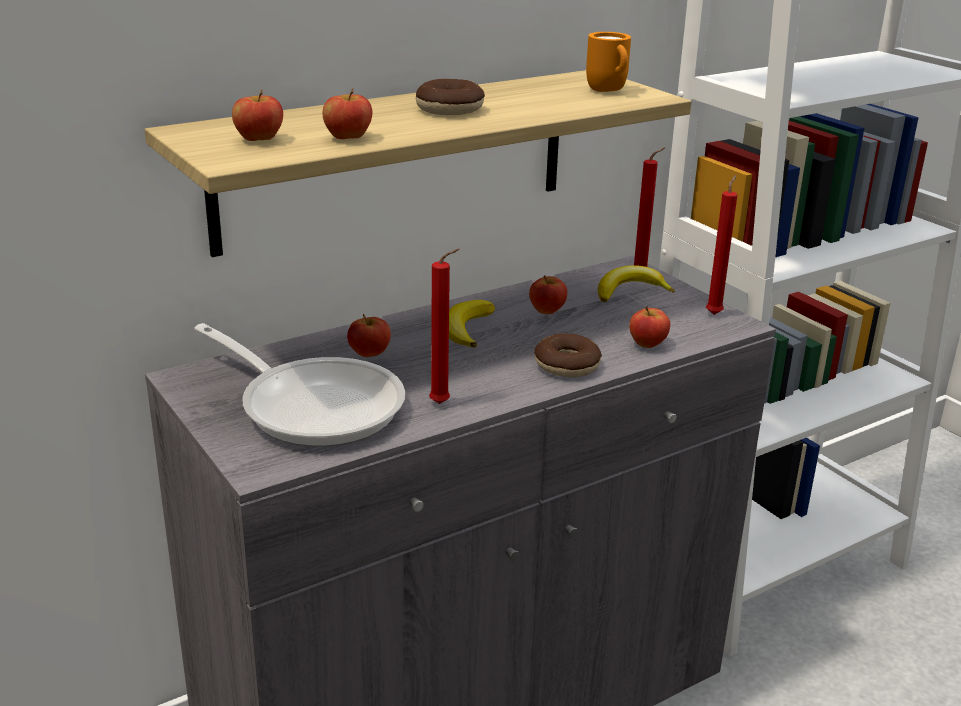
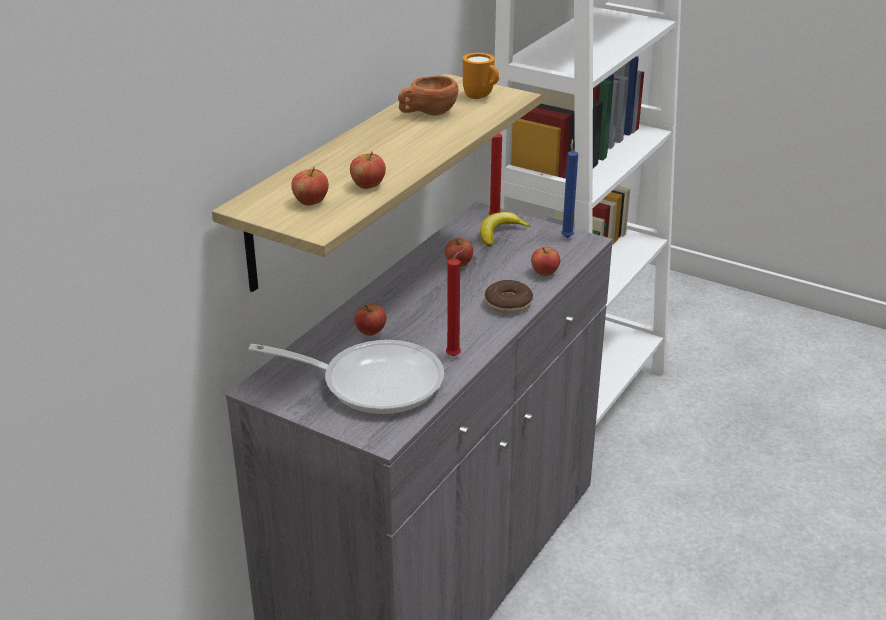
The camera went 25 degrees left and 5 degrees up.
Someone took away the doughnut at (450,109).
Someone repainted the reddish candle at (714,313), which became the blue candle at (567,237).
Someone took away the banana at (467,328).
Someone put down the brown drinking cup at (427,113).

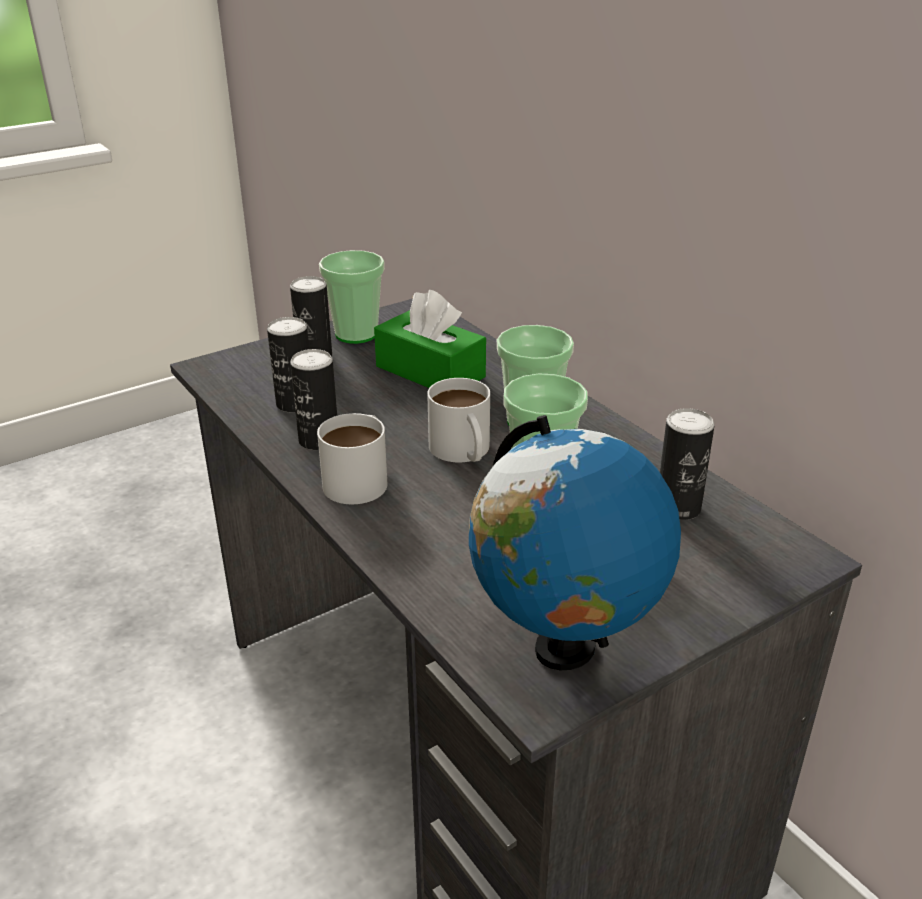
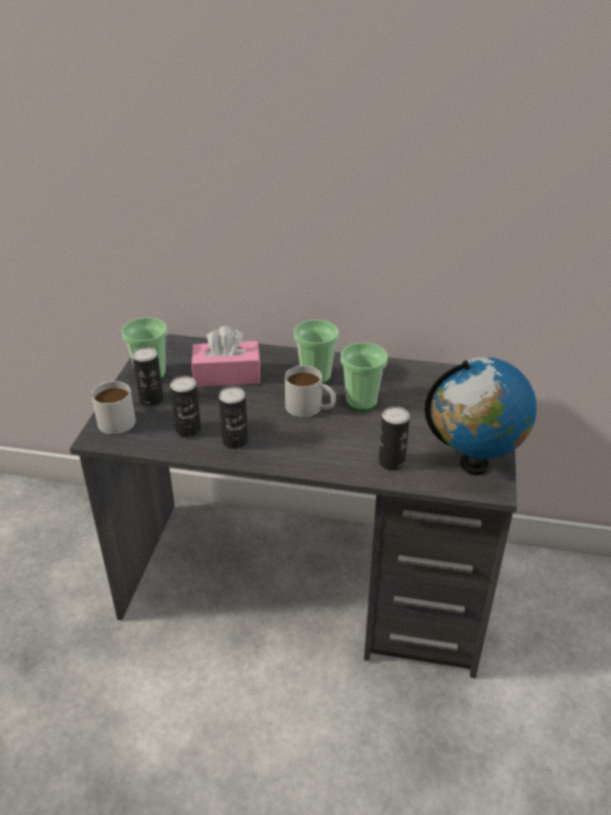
The camera went 45 degrees left and 5 degrees up.
Someone repainted the green-coloured box of tissues at (430,372), which became the pink-coloured box of tissues at (227,375).
Someone carried the metal can from (678,508) to (391,462).
Someone carried the white-coloured coffee mug from (360,478) to (114,418).

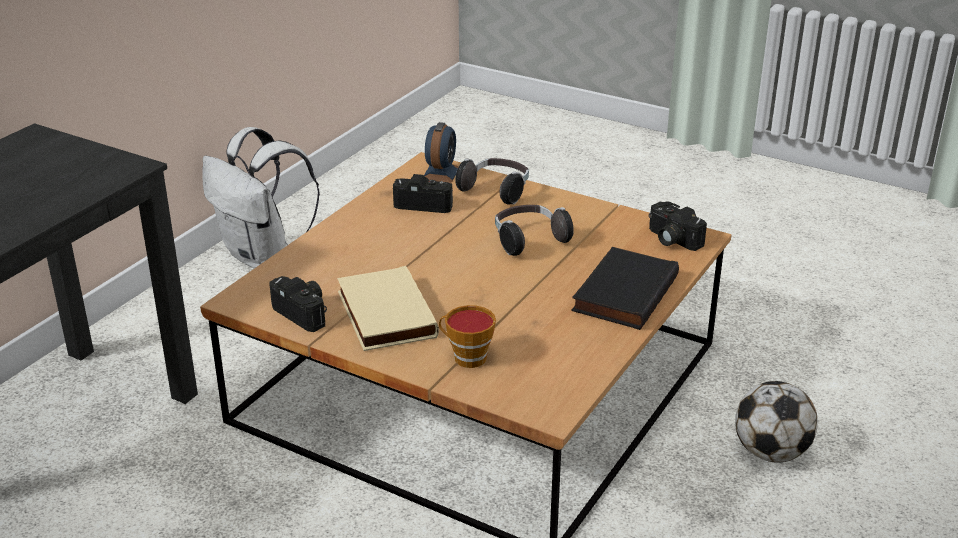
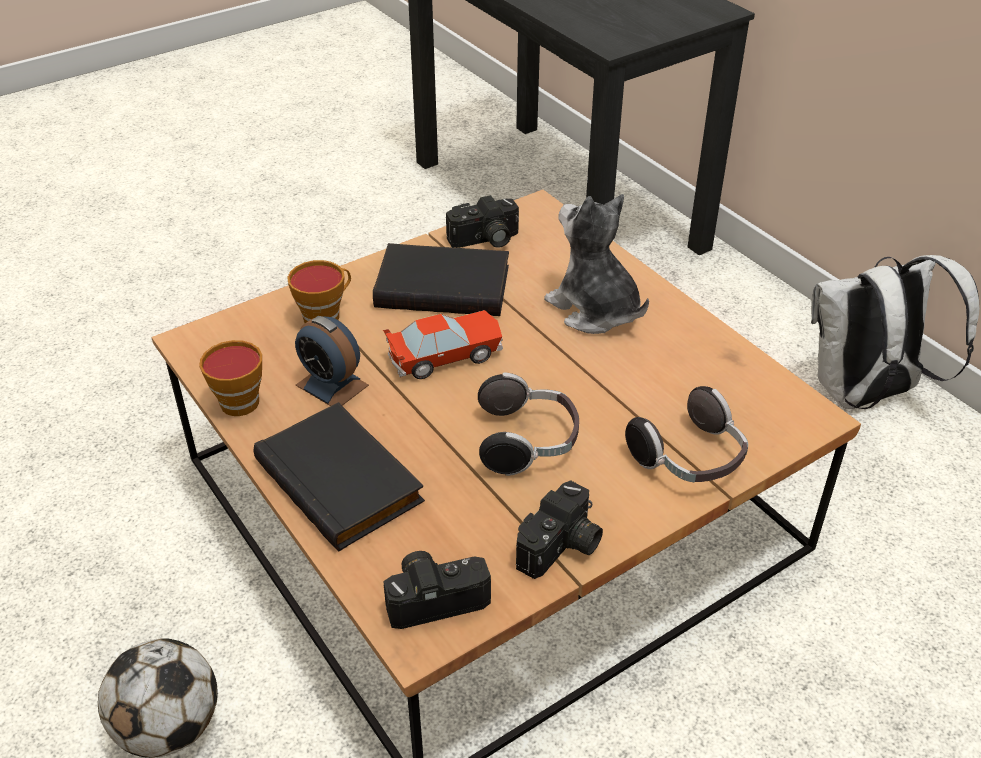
The camera went 115 degrees right and 10 degrees up.
Someone carried the alarm clock from (441,174) to (332,385).
Someone carried the photo camera from (424,203) to (561,548).
Someone repainted the beige book at (383,314), which became the black-coloured book at (444,285).
Someone put down the plush toy at (594,310).
Someone put down the miniature car at (446,355).
Someone put down the drinking cup at (237,399).

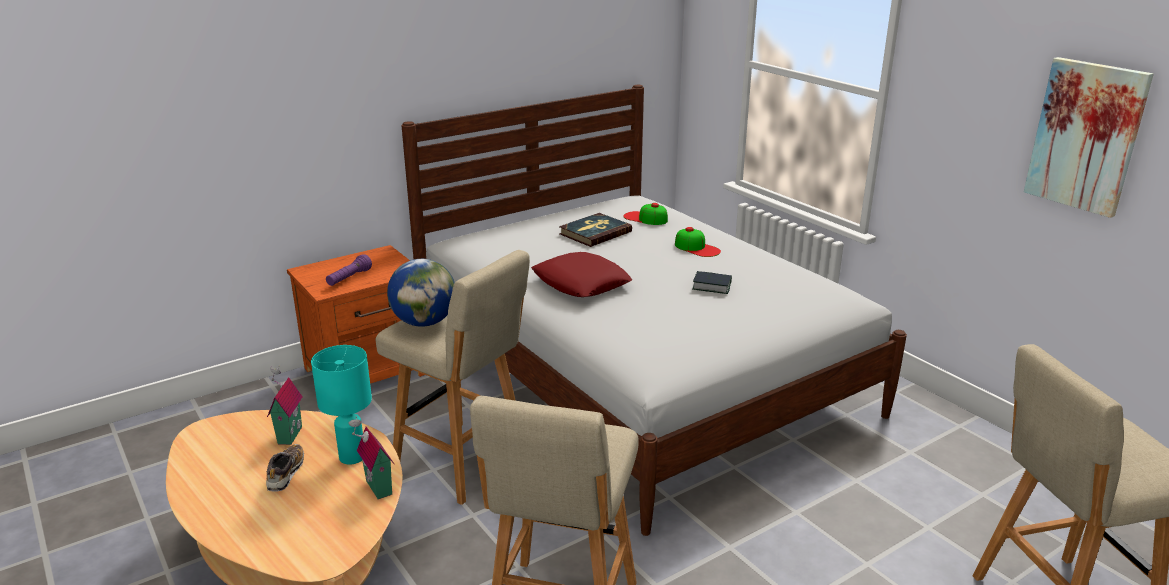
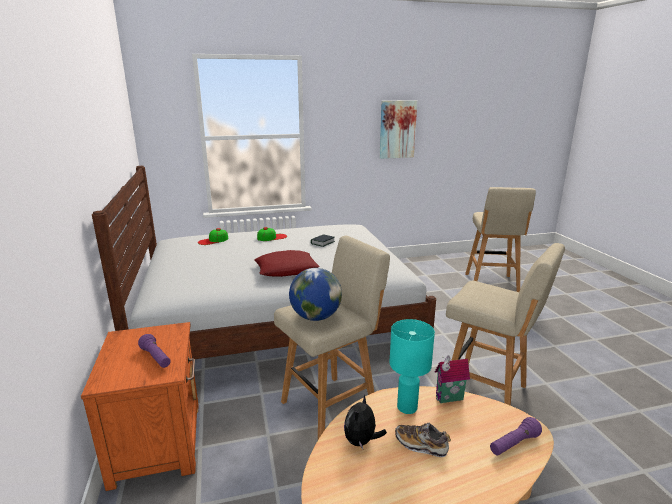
The camera went 70 degrees left and 5 degrees down.
Someone took away the book at (595,233).
Someone swapped the toy house at (288,435) for the plush toy at (361,441).
Someone put down the purplish torch at (513,444).

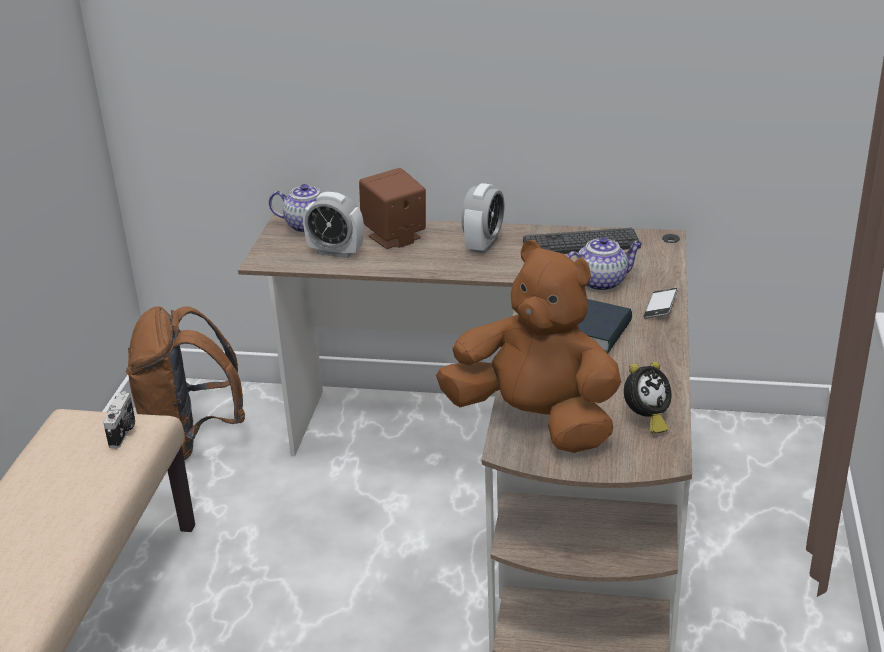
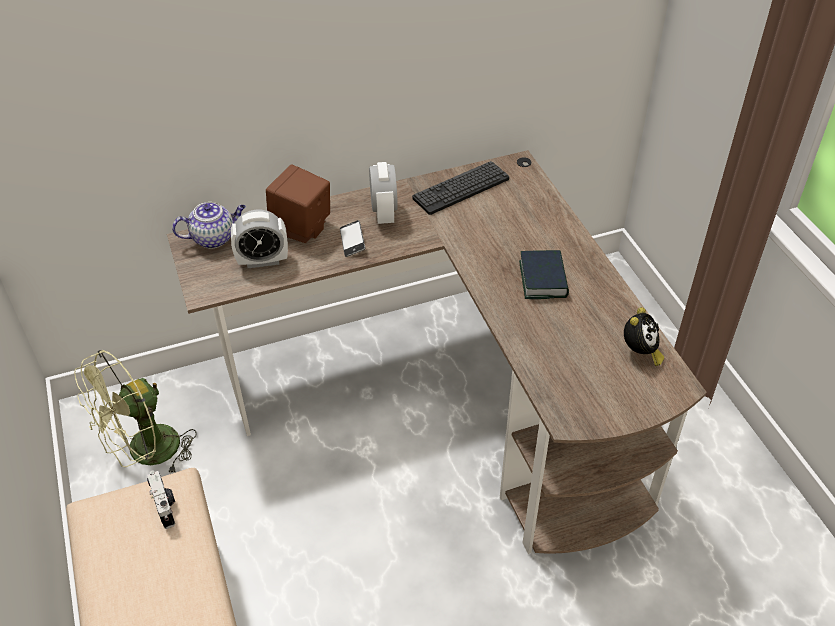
The camera went 30 degrees left and 15 degrees up.
Someone took away the teapot at (602,282).
Someone took away the brown plush toy at (535,421).
Someone carried the phone from (660,307) to (352,241).
Someone swapped the brown rucksack at (191,440) for the green-coloured electric fan at (145,454).

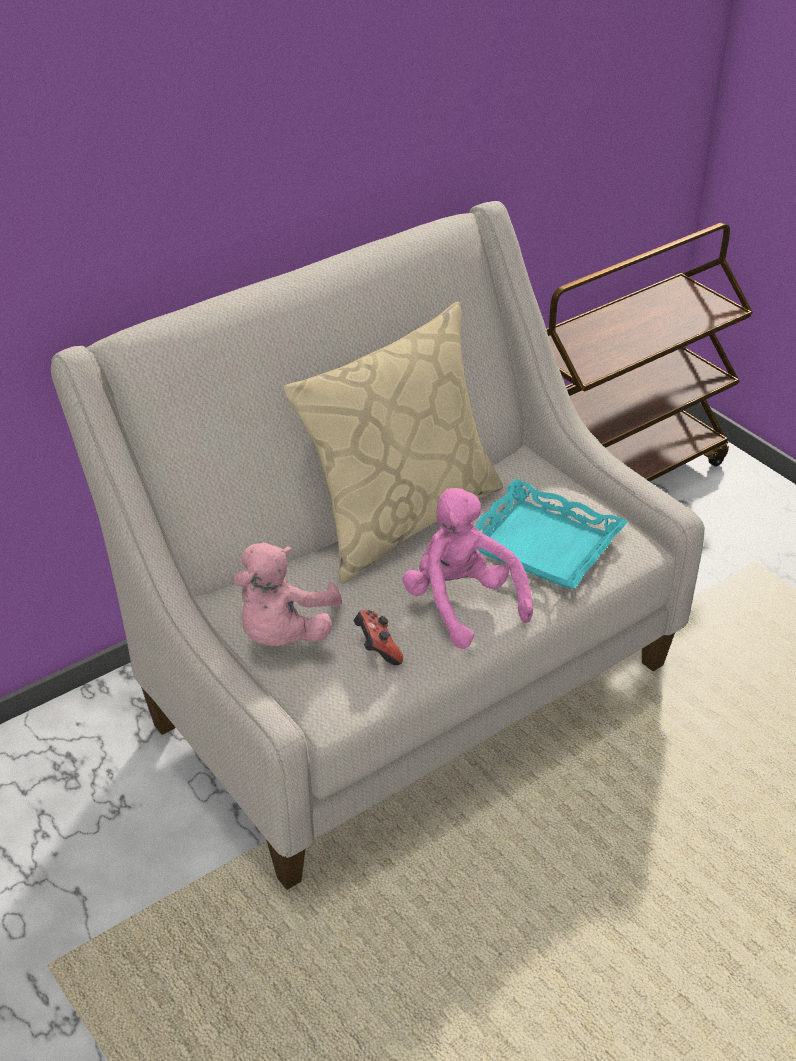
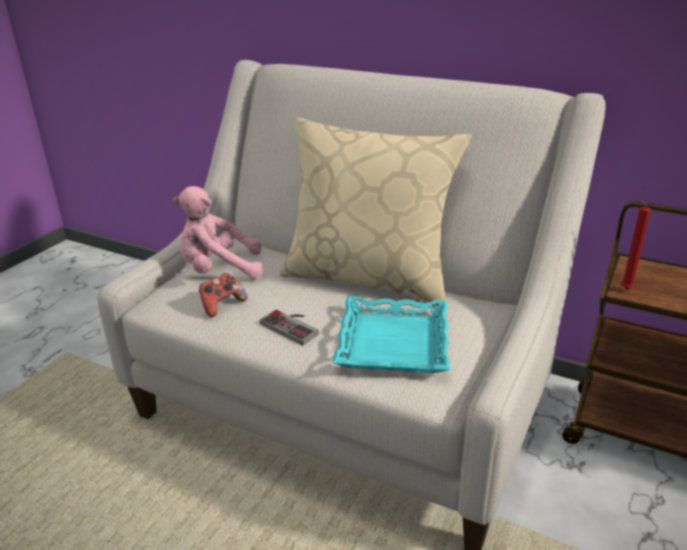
The camera went 65 degrees right and 10 degrees down.
Someone swapped the pink-coloured plush toy at (461,604) for the gamepad at (294,326).
Someone put down the reddish candle at (624,290).

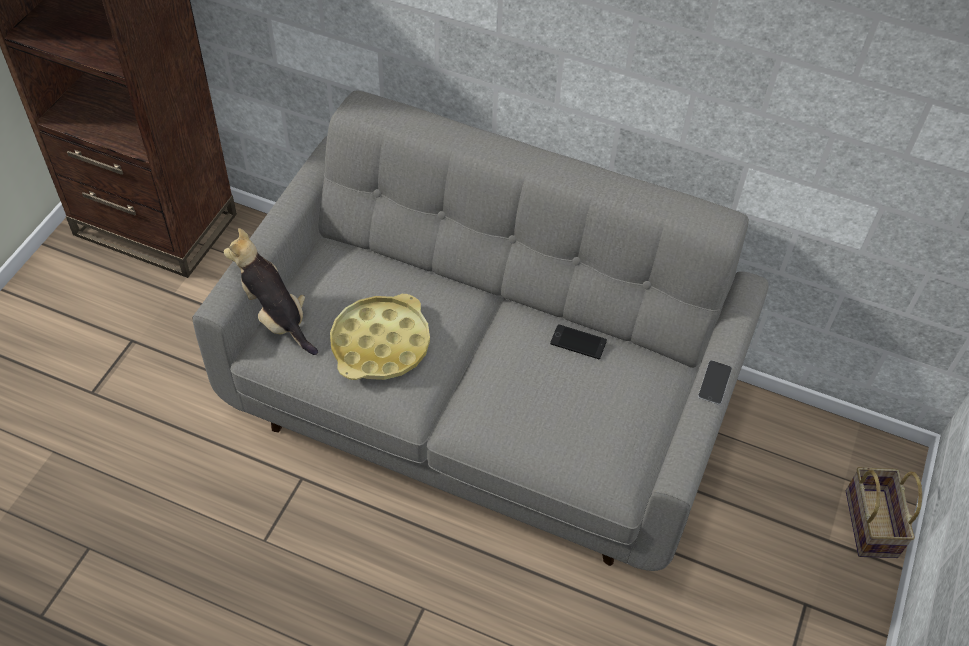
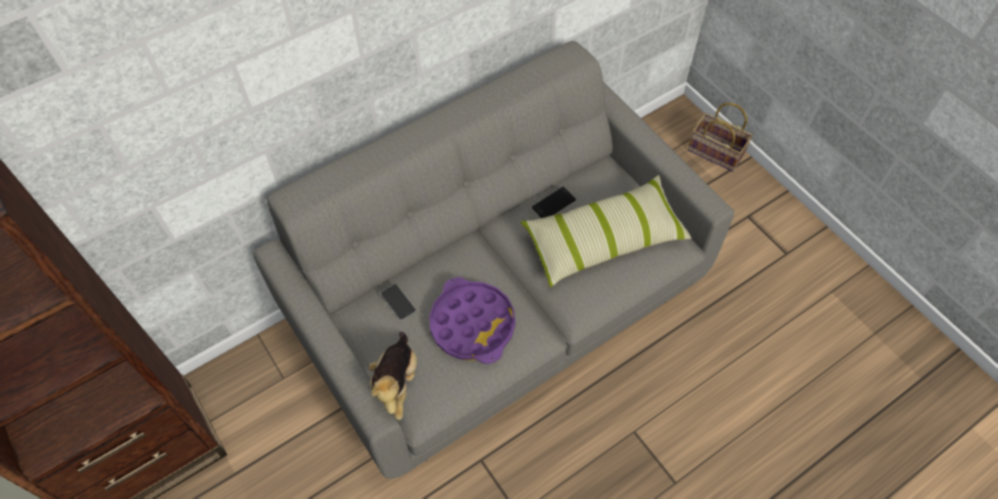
The camera went 55 degrees left and 5 degrees up.
Someone rotated the plush toy at (276,317) by 75 degrees counterclockwise.
Someone repainted the yellow tray at (380,344), which became the purplish tray at (472,324).
Someone carried the phone from (714,382) to (398,302).
Someone put down the pillow at (604,240).

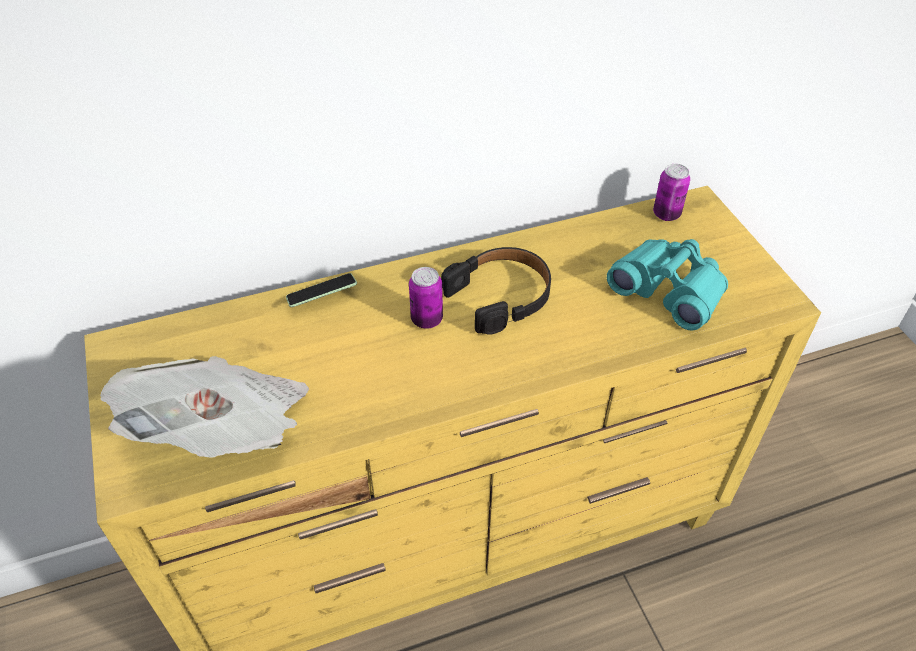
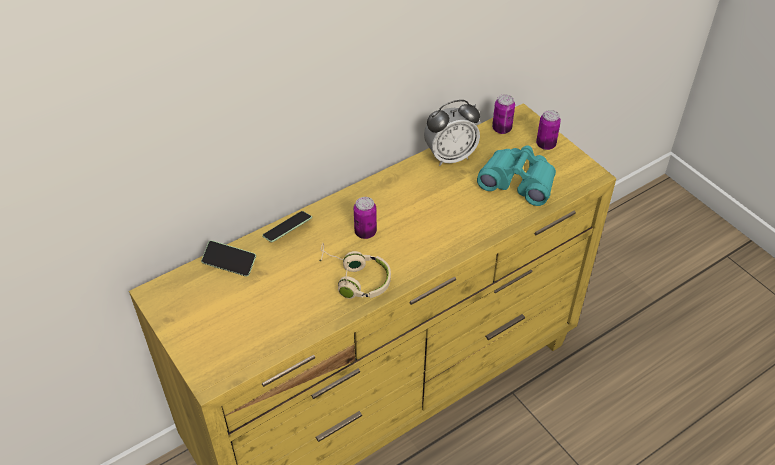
The camera went 15 degrees left and 0 degrees up.
Someone took away the black-coloured headset at (500,296).
Someone took away the printed paper at (225,430).
Someone put down the alarm clock at (450,156).
Someone put down the metal can at (546,144).
Someone put down the phone at (229,263).
Someone put down the beige headset at (354,278).

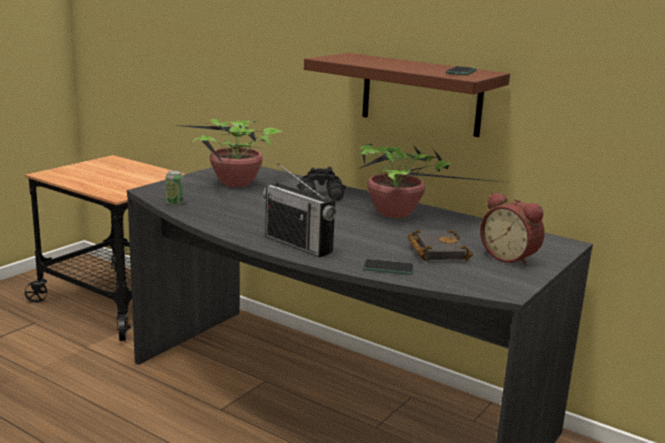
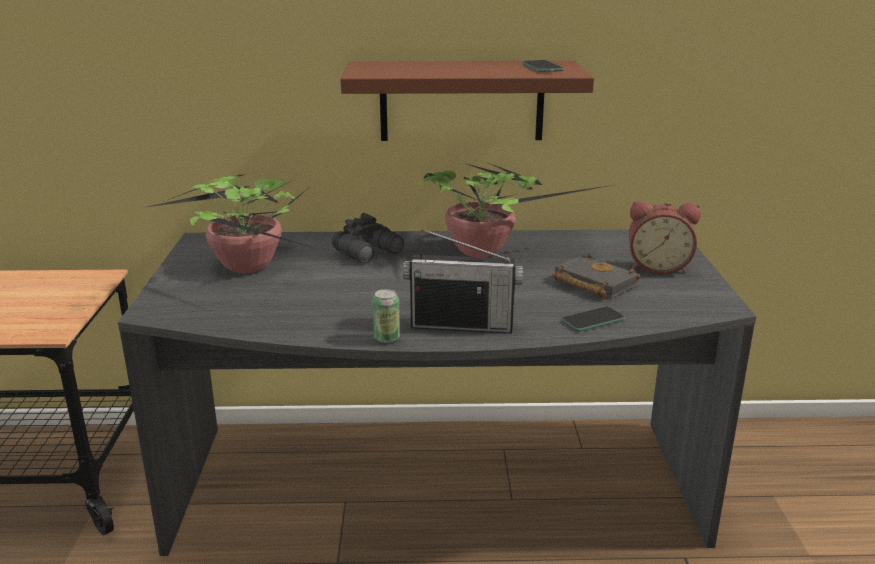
The camera went 35 degrees left and 5 degrees up.
Someone carried the metal can from (174,203) to (386,338).

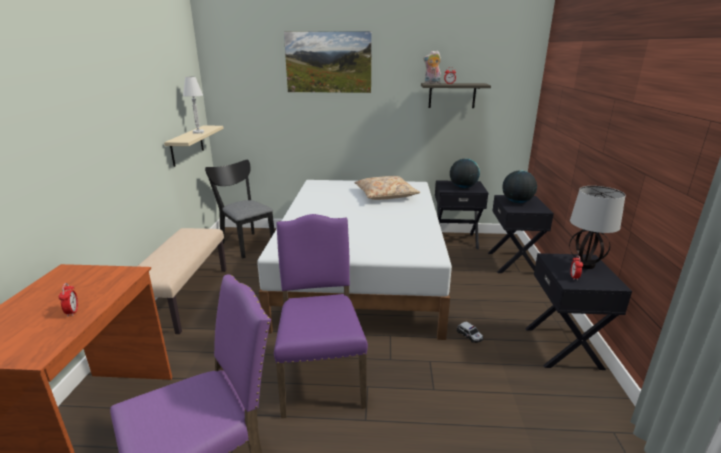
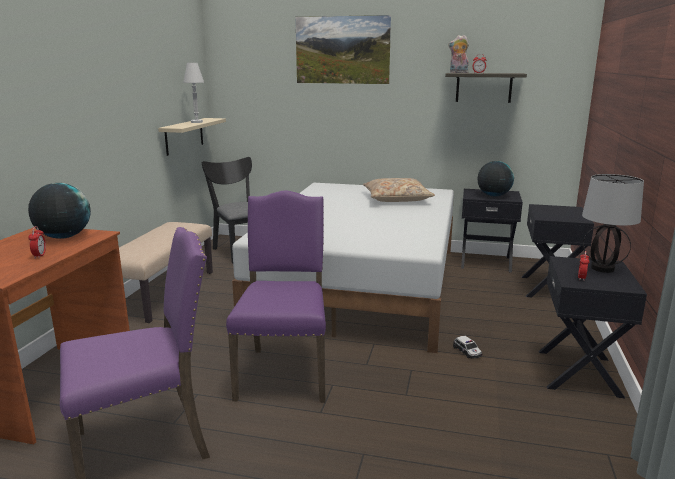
The camera went 10 degrees right and 5 degrees down.
Someone carried the globe from (516,202) to (64,237).

